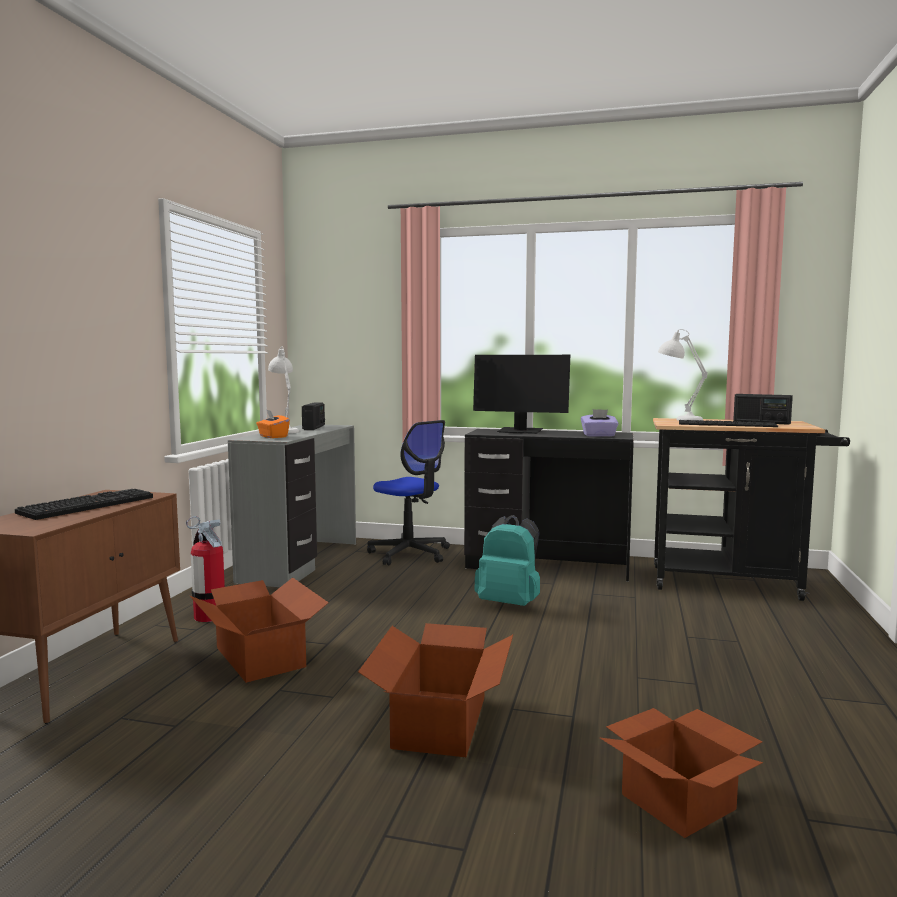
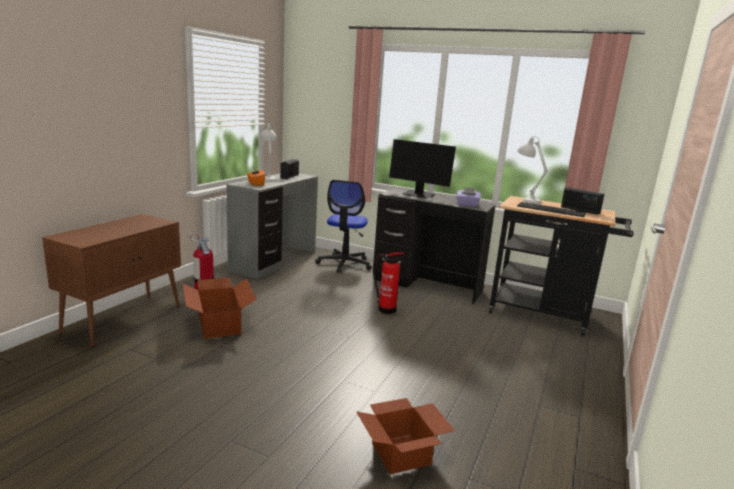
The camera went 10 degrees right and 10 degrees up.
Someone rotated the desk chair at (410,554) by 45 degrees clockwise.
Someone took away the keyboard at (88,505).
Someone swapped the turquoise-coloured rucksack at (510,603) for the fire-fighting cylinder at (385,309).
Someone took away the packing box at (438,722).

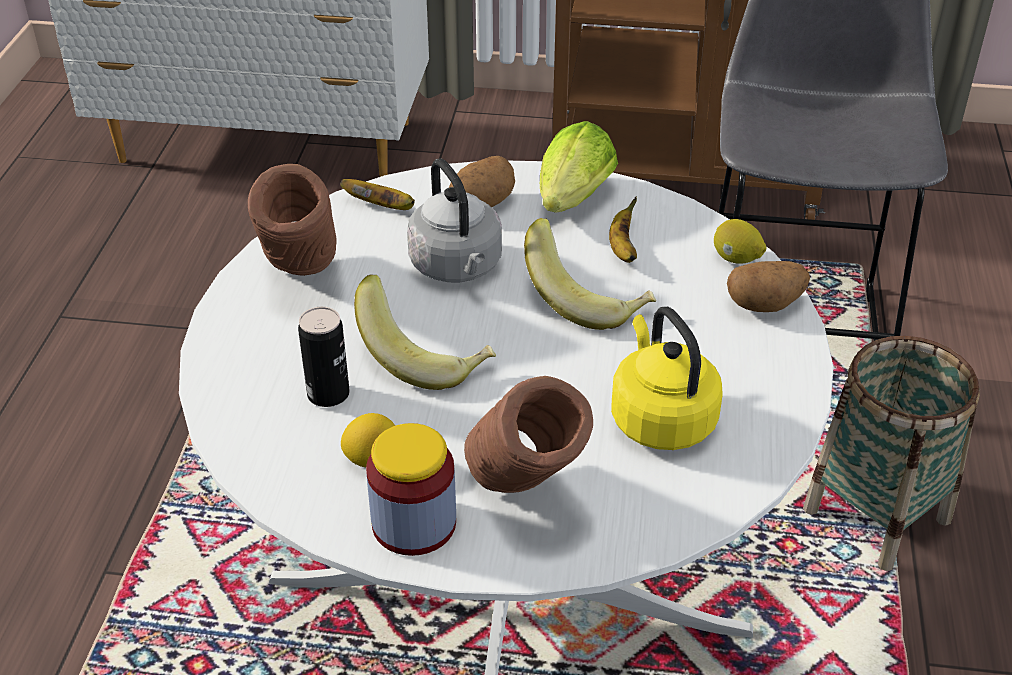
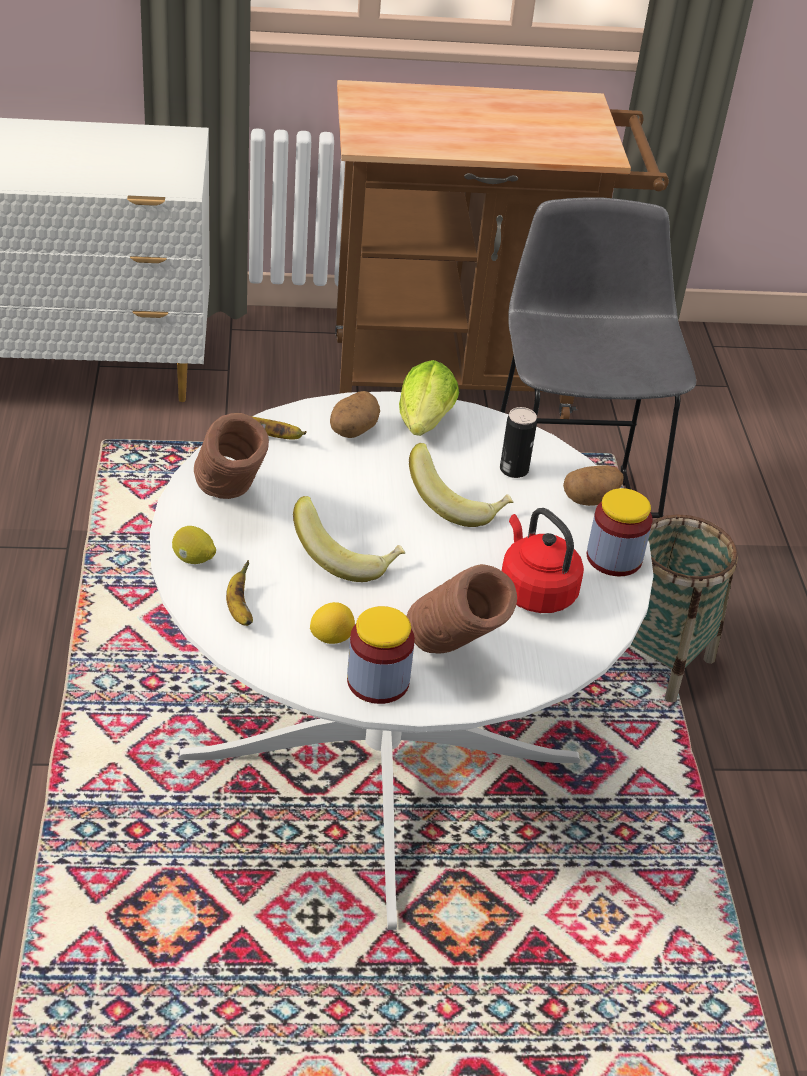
The camera went 15 degrees left and 0 degrees up.
Someone took away the grey tea kettle at (458,267).
Someone carried the banana from (622,248) to (239,609).
Someone carried the citrus fruit from (736,259) to (193,559).
Someone carried the metal can from (328,394) to (514,470).
Someone repainted the yellow tea kettle at (660,418), which became the reddish tea kettle at (535,591).
Someone put down the storage jar at (614,558).

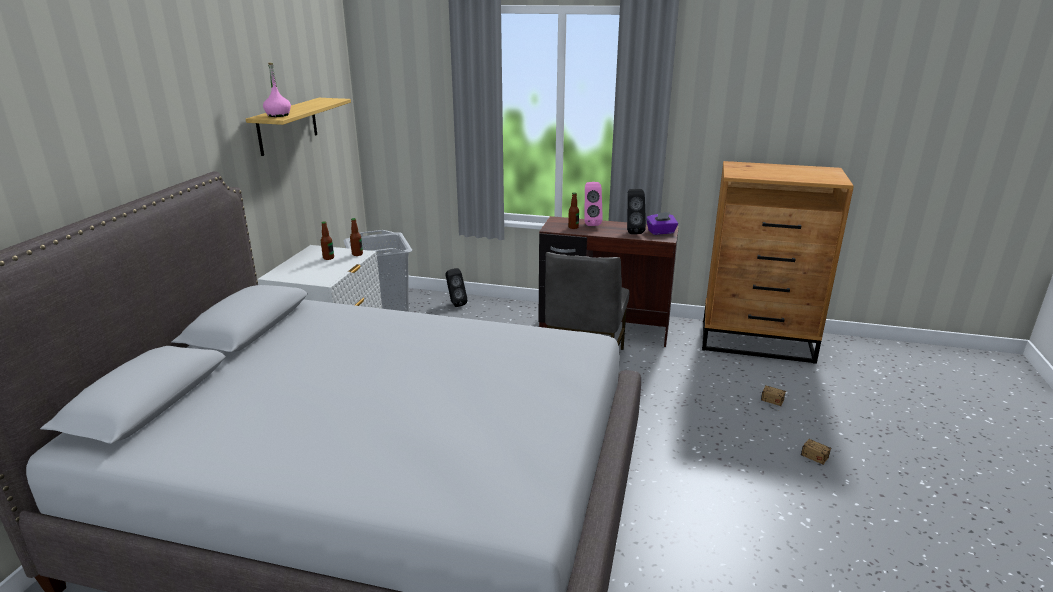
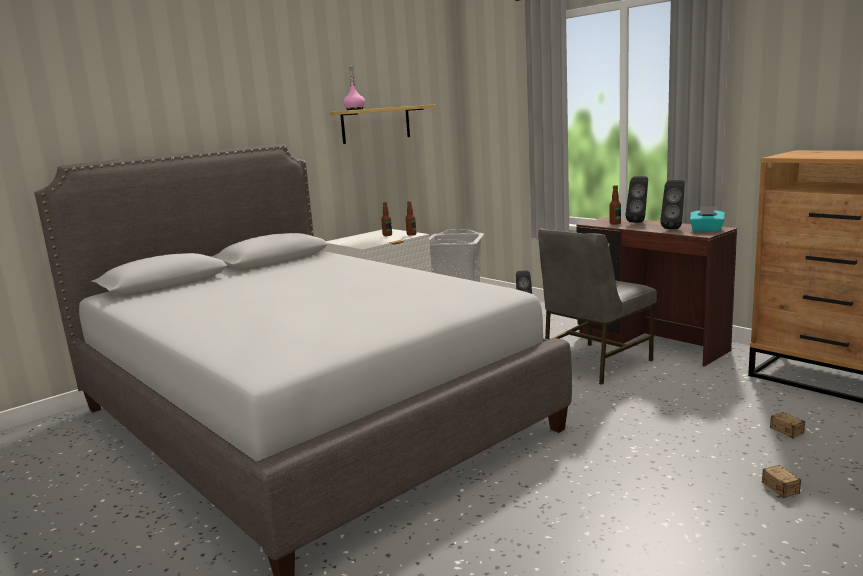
The camera went 35 degrees right and 10 degrees down.
Someone repainted the pink-coloured speaker at (591,223), which became the black-coloured speaker at (639,222).
Someone repainted the purplish box of tissues at (661,232), which became the turquoise-coloured box of tissues at (706,230).

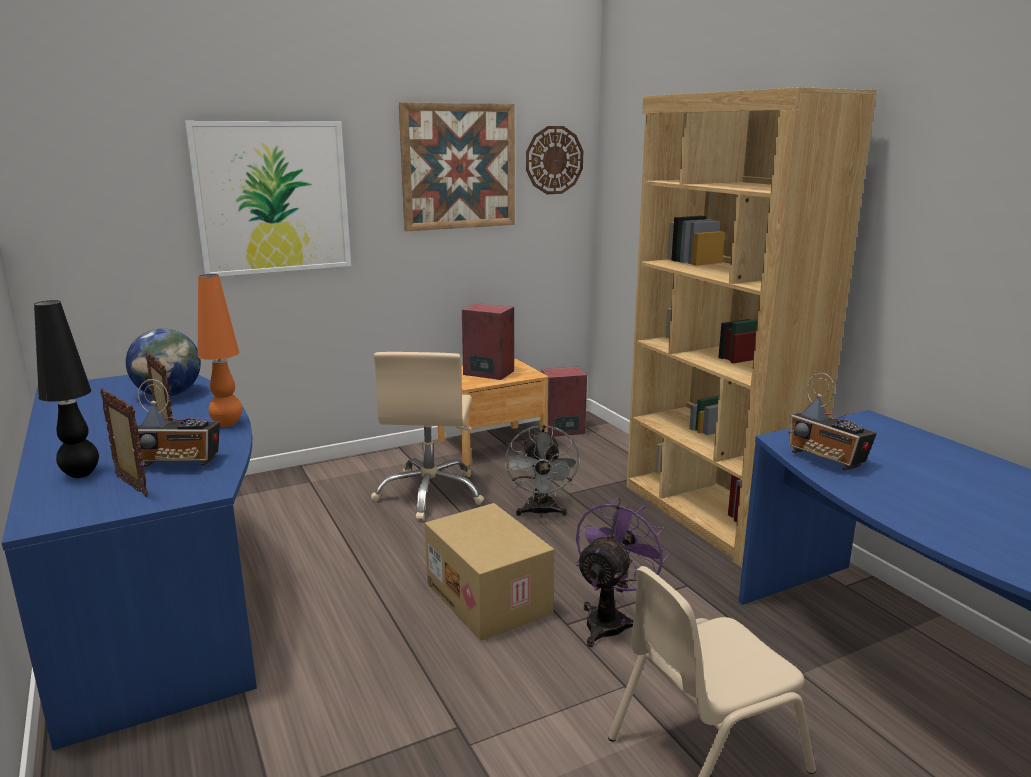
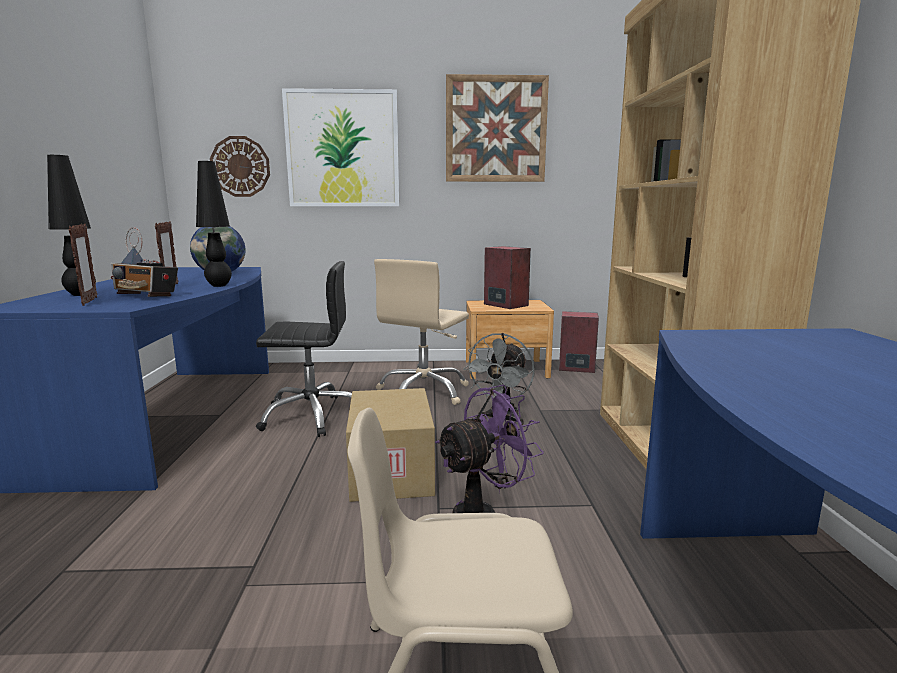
The camera went 25 degrees right and 5 degrees down.
Someone carried the clock on the wall from (554,160) to (240,166).
Someone repainted the orange lamp for a table at (227,424), which became the black-coloured lamp for a table at (219,286).
Someone took away the radio receiver at (827,460).
Someone put down the black-coloured desk chair at (312,415).

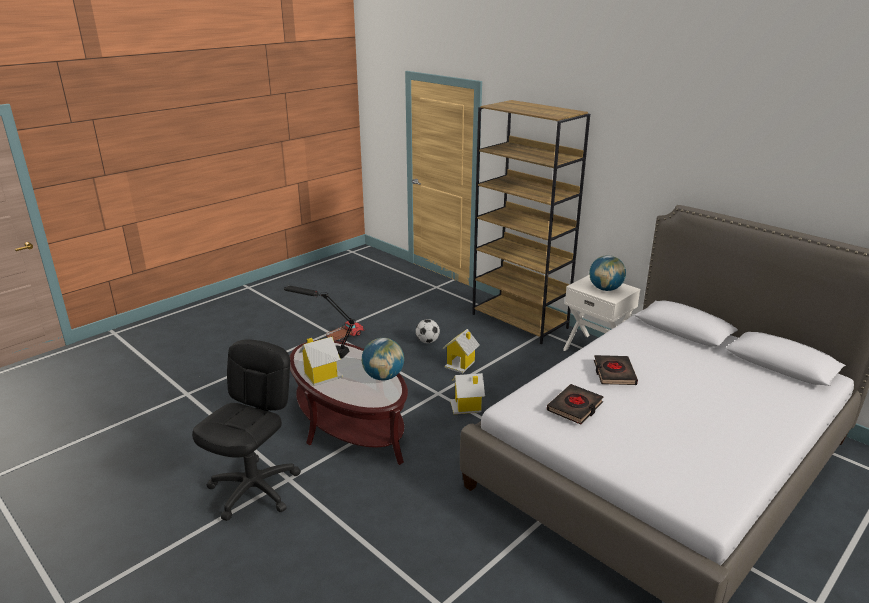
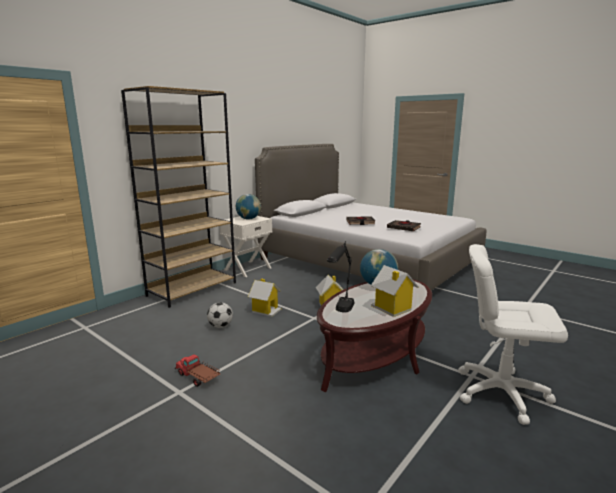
The camera went 95 degrees left and 10 degrees down.
Someone repainted the black-coloured desk chair at (255,489), which became the white-coloured desk chair at (501,392).

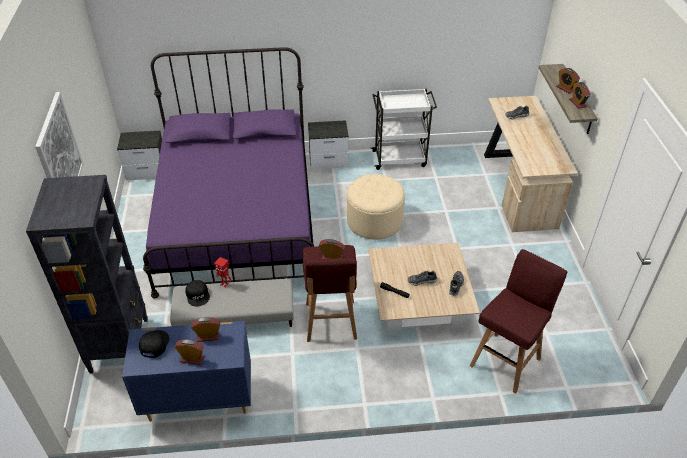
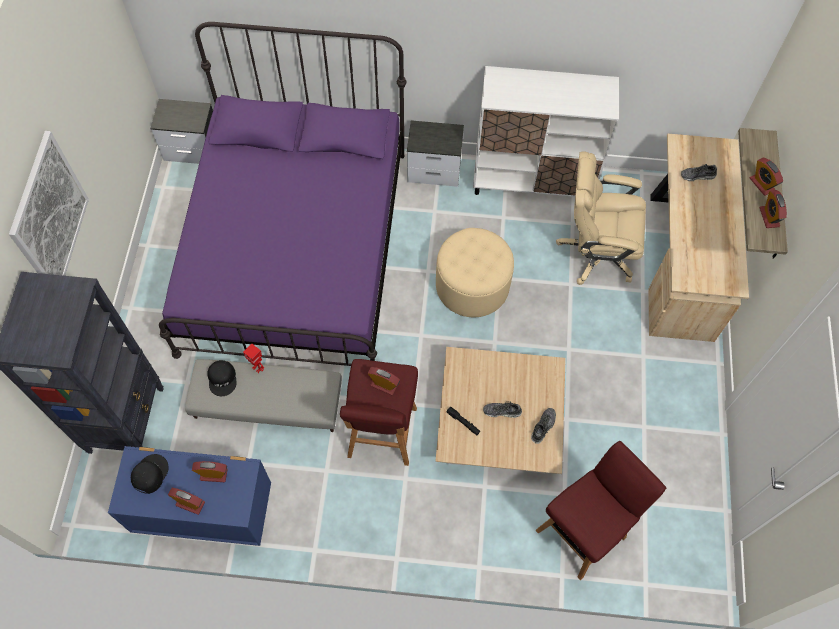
The camera went 10 degrees right and 20 degrees up.
Someone swapped the white-coloured wheeled cart at (400,158) for the white-coloured cabinet at (532,182).
Someone put down the beige desk chair at (596,252).

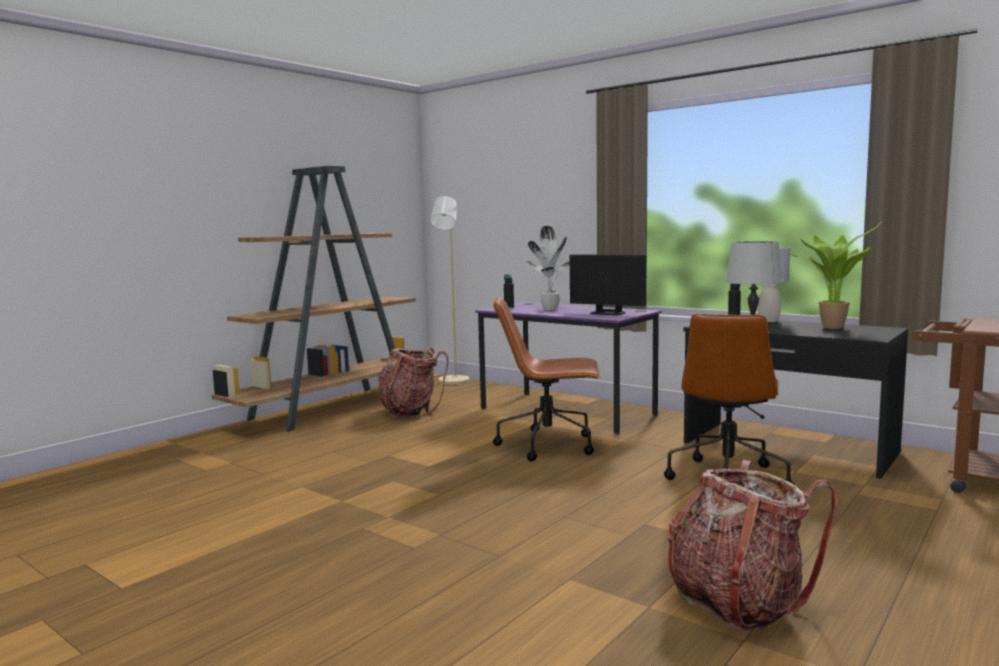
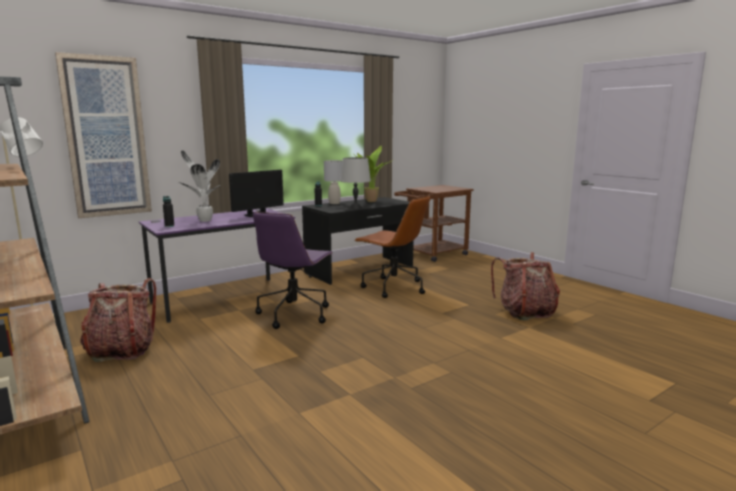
The camera went 75 degrees left and 5 degrees up.
Someone repainted the brown desk chair at (549,445), which became the purplish desk chair at (294,314).
Someone put up the picture at (106,137).

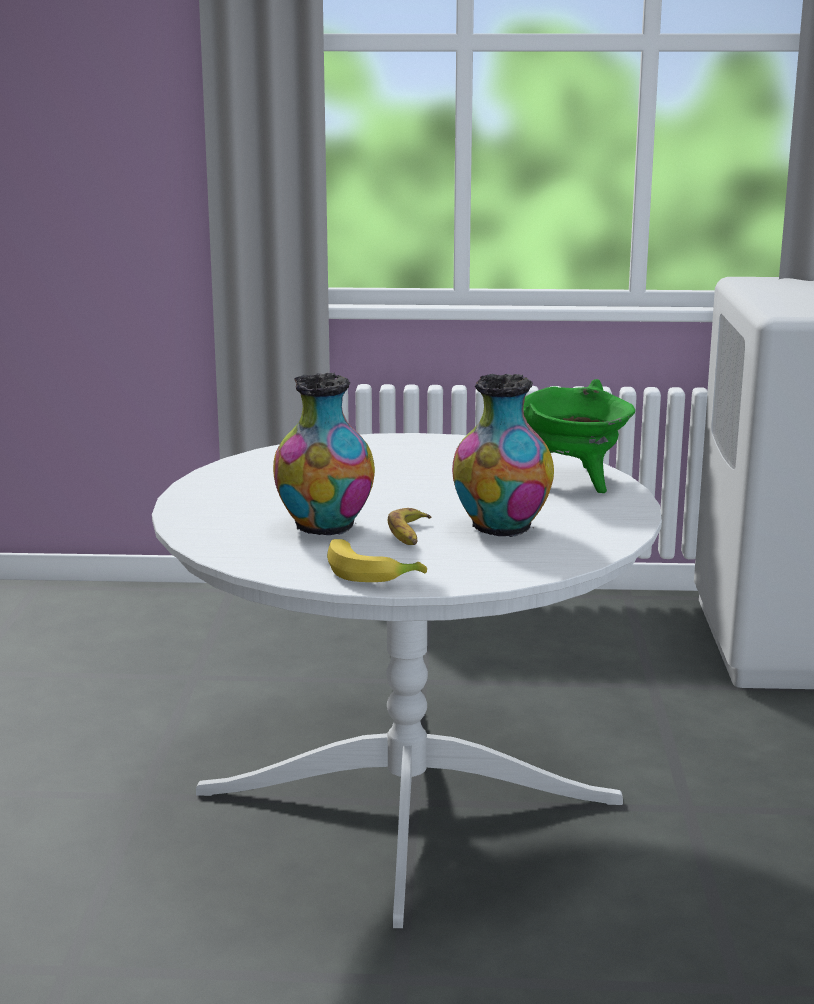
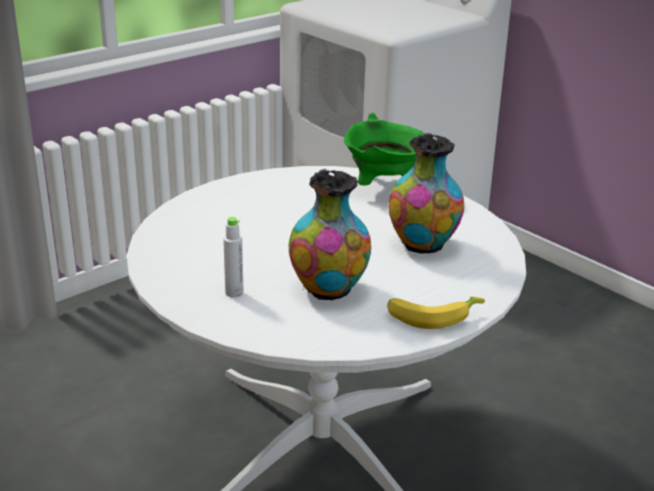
The camera went 45 degrees left and 10 degrees up.
Someone took away the banana at (409,534).
Someone put down the grey beverage bottle at (234,293).

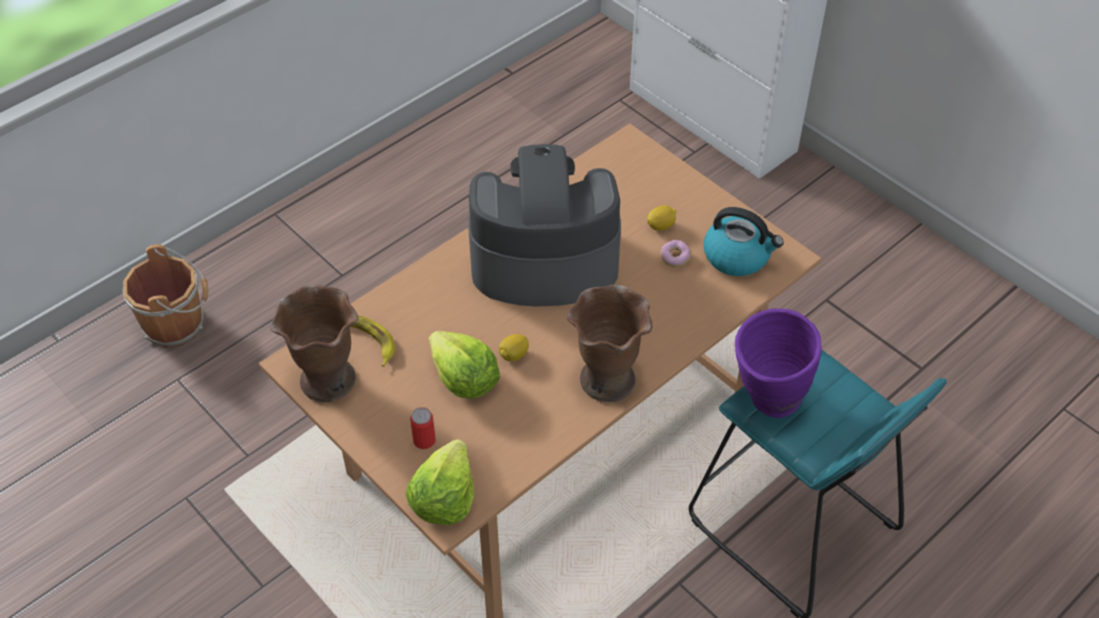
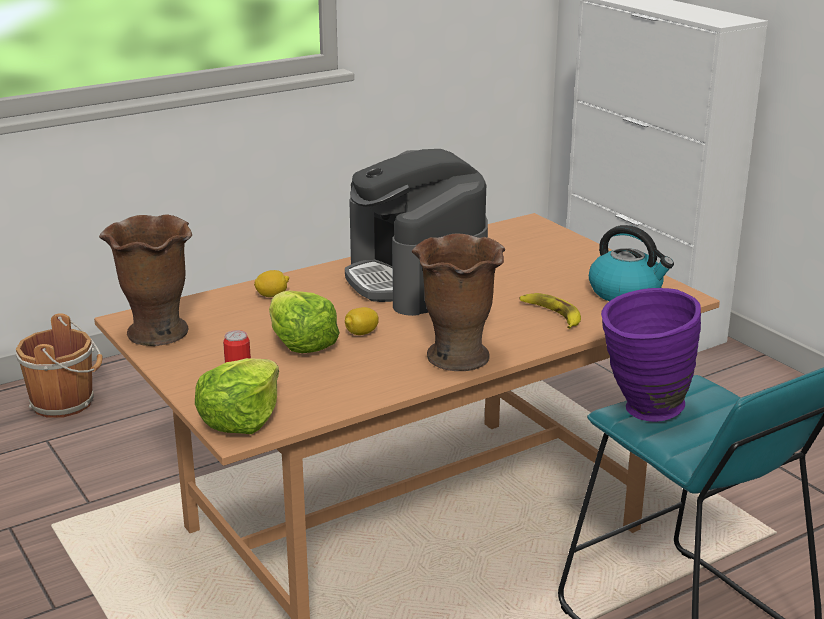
The camera went 10 degrees right and 25 degrees down.
Someone rotated the coffee machine at (543,260) by 120 degrees counterclockwise.
Someone carried the citrus fruit from (661,226) to (272,295).
Someone took away the doughnut at (674,258).
Someone carried the banana from (368,340) to (551,315).

